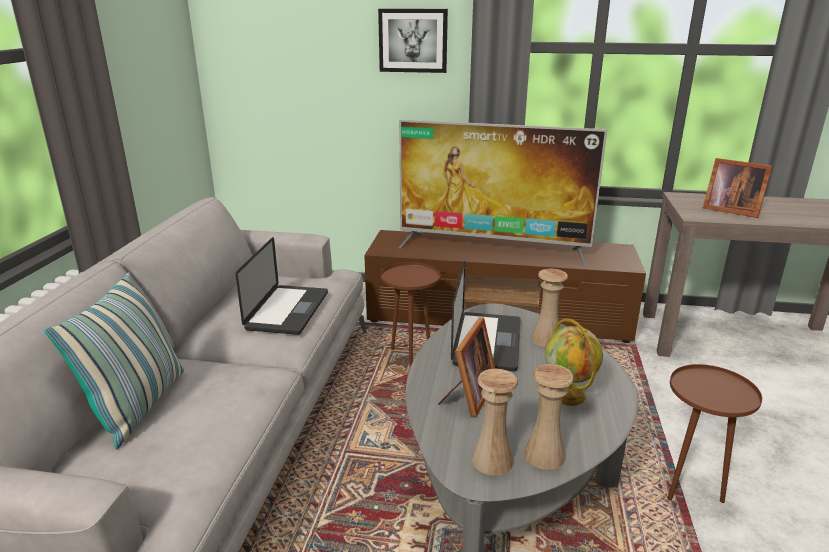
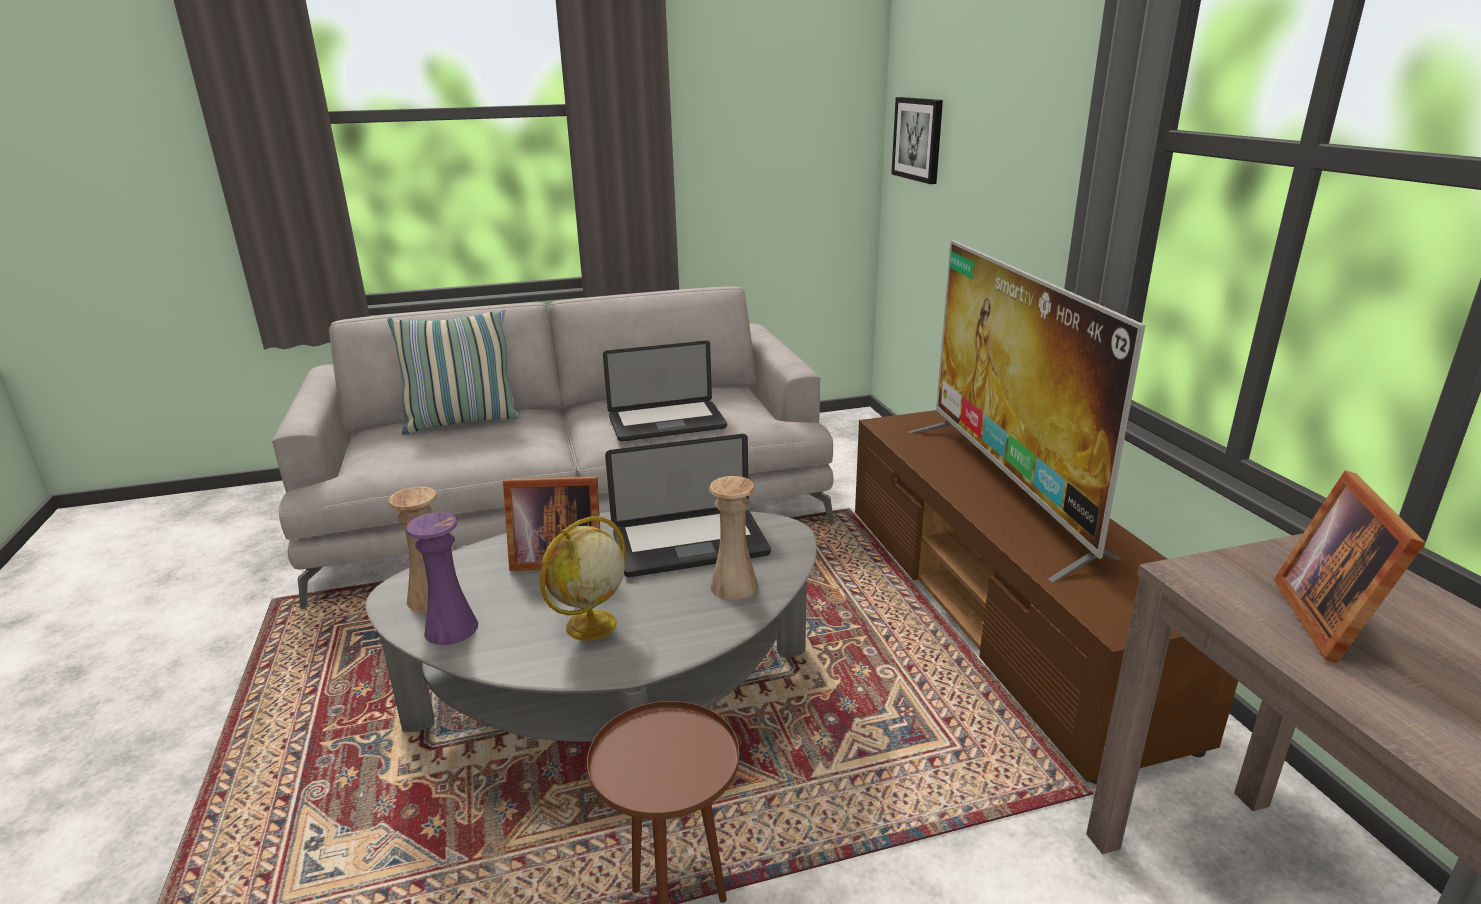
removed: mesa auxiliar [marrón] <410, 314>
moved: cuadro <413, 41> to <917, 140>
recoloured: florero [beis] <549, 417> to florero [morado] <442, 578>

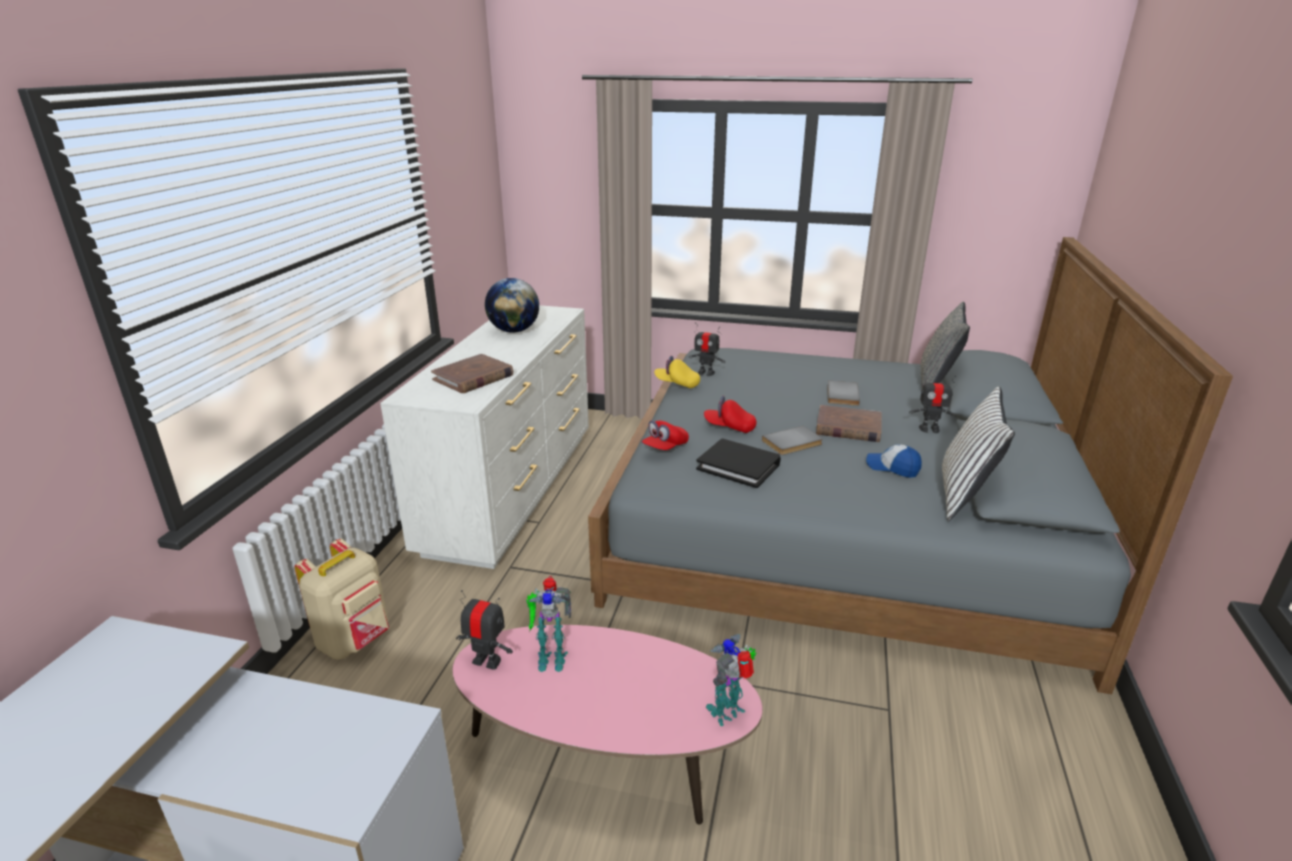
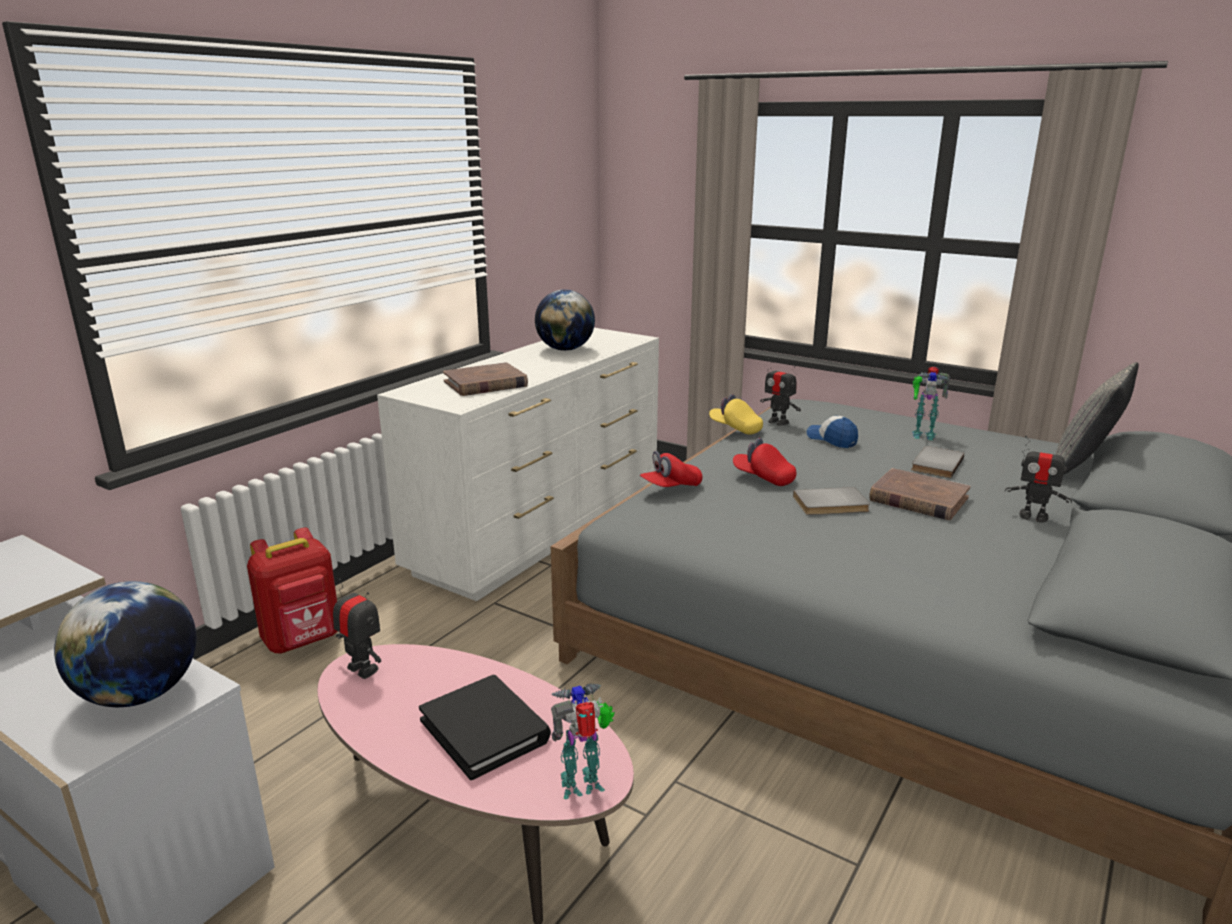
removed: cojín [blanco] <978, 453>
added: globo terráqueo <125, 644>
moved: libro [negro] <738, 463> to <485, 727>; gorra <894, 461> to <832, 432>; robot de juguete <548, 624> to <931, 403>
recoloured: mochila [beis] <341, 599> to mochila [rojo] <292, 591>

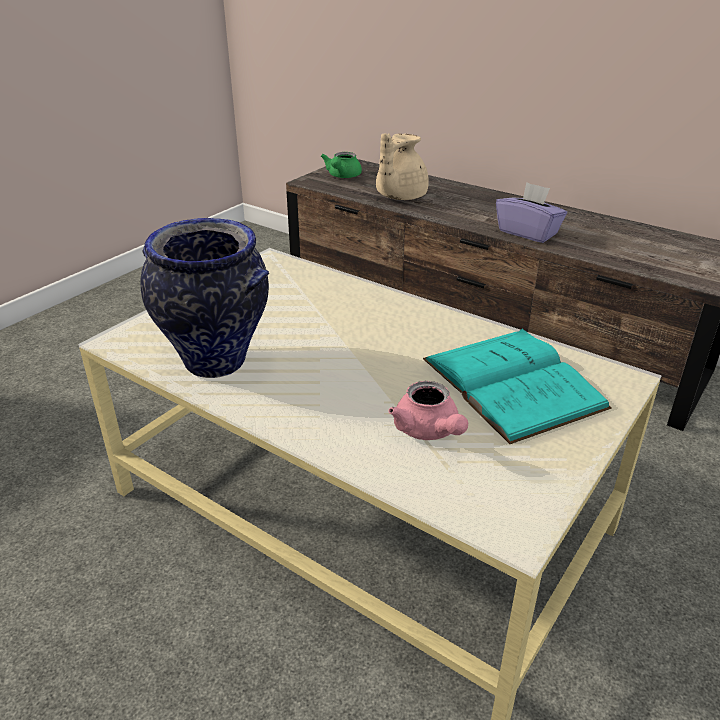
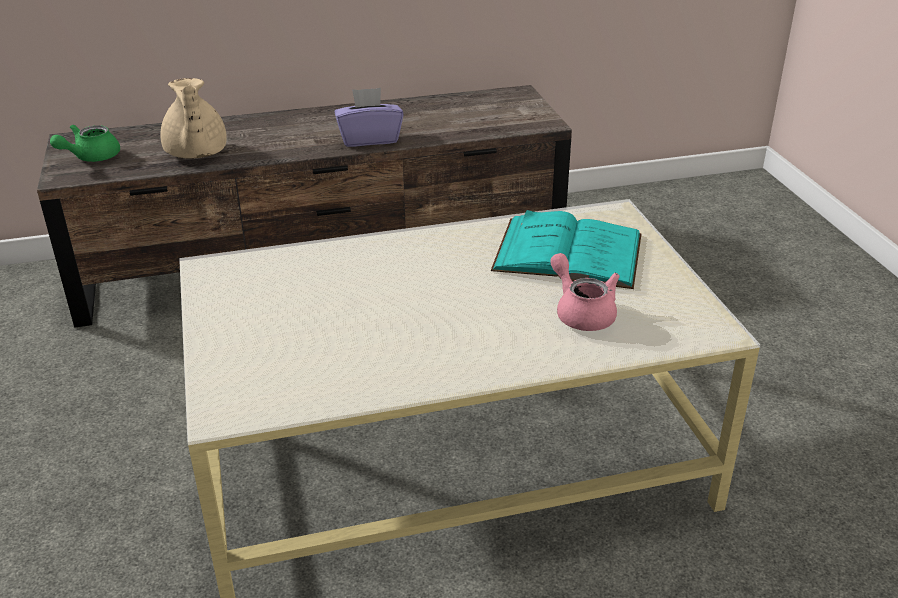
removed: florero <205, 298>
turned: tetera [verde] <341, 165> = <85, 143> 75 degrees clockwise; tetera [rosa] <428, 410> = <585, 292> 135 degrees counterclockwise

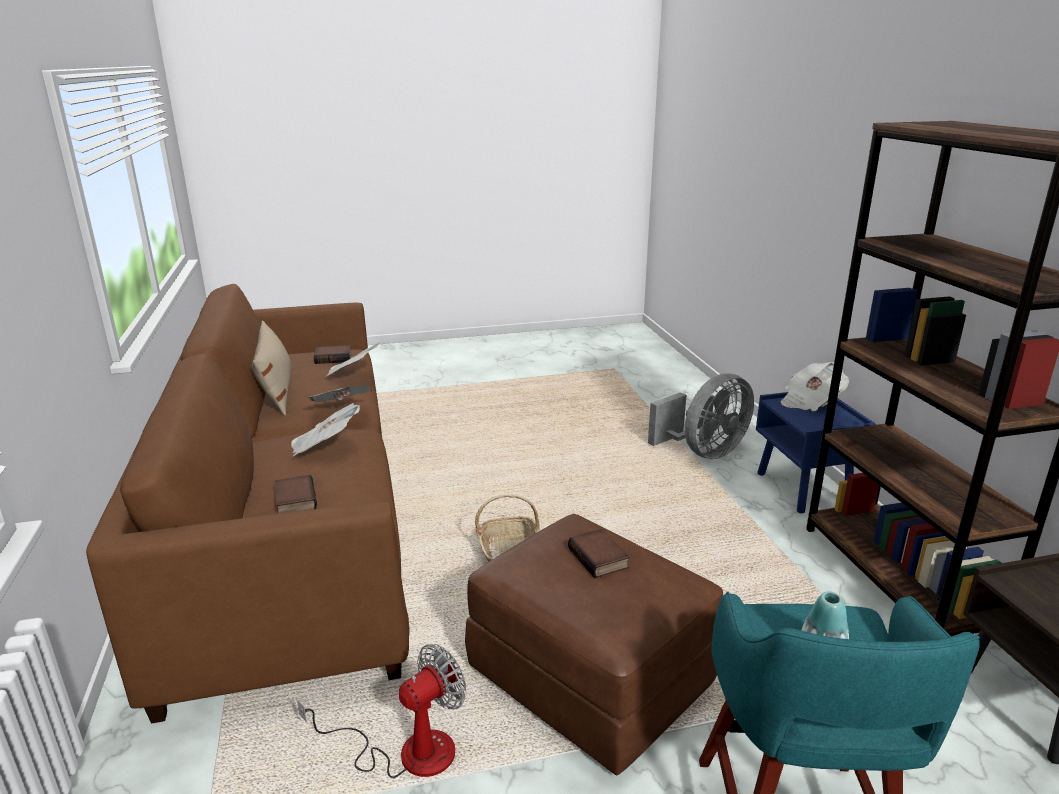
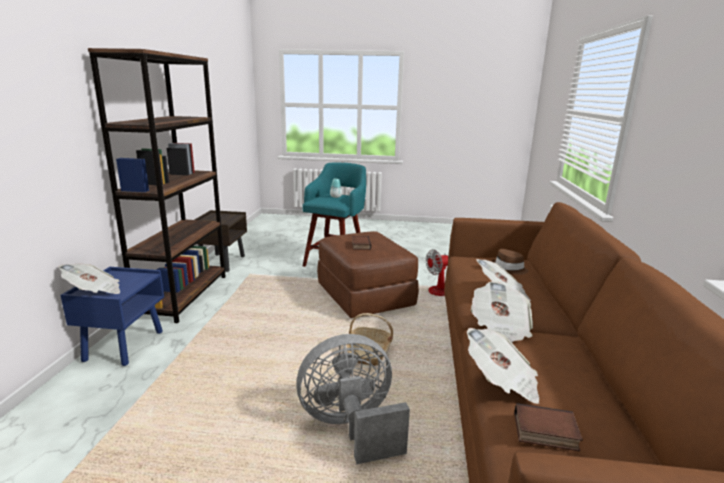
removed: cojín [beis] <271, 368>
moved: ventilador [gris] <701, 416> to <353, 399>
replaced: libro <296, 494> to sombrero [marrón] <510, 262>

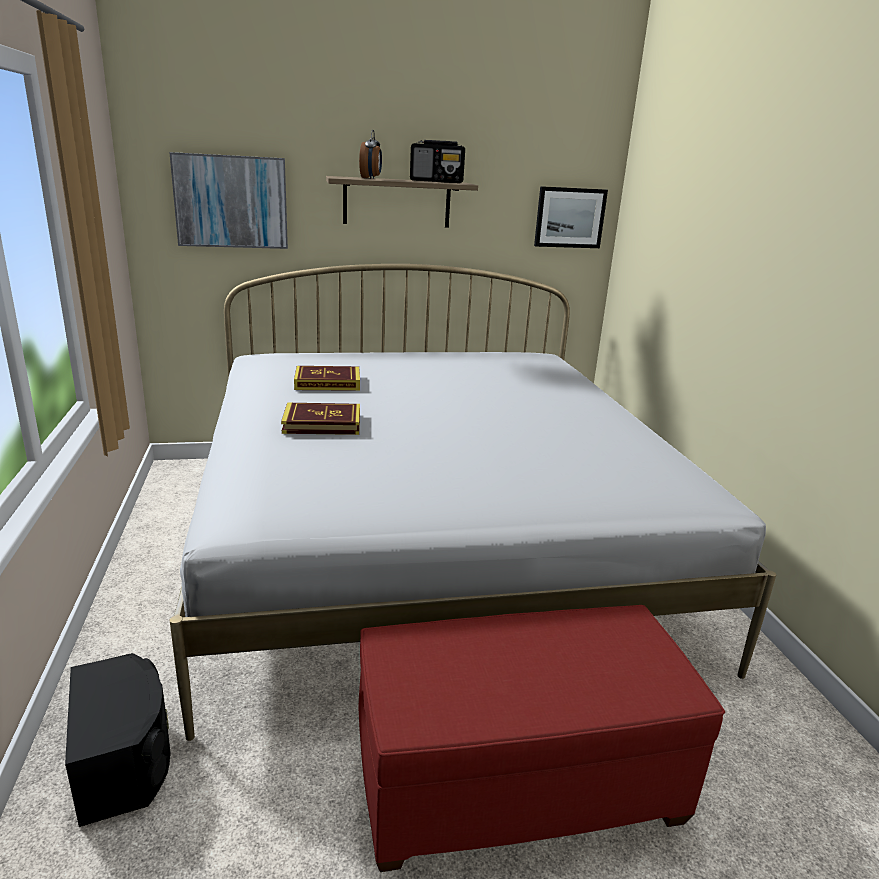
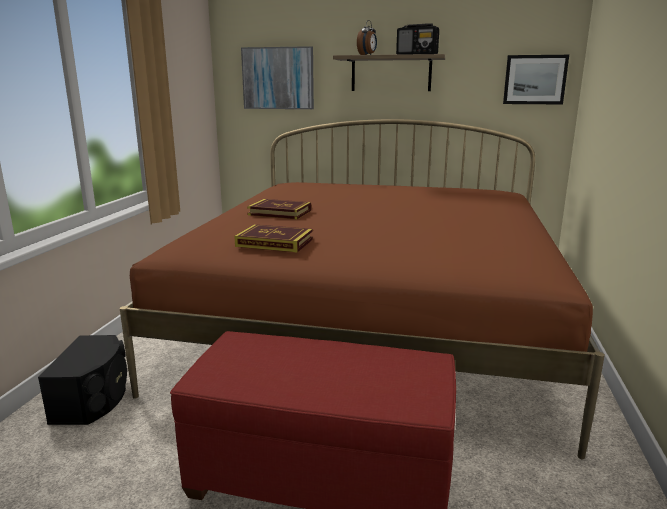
moved: libro <327, 378> to <273, 238>
recoloured: cama [blanco] <473, 502> to cama [marrón] <362, 289>

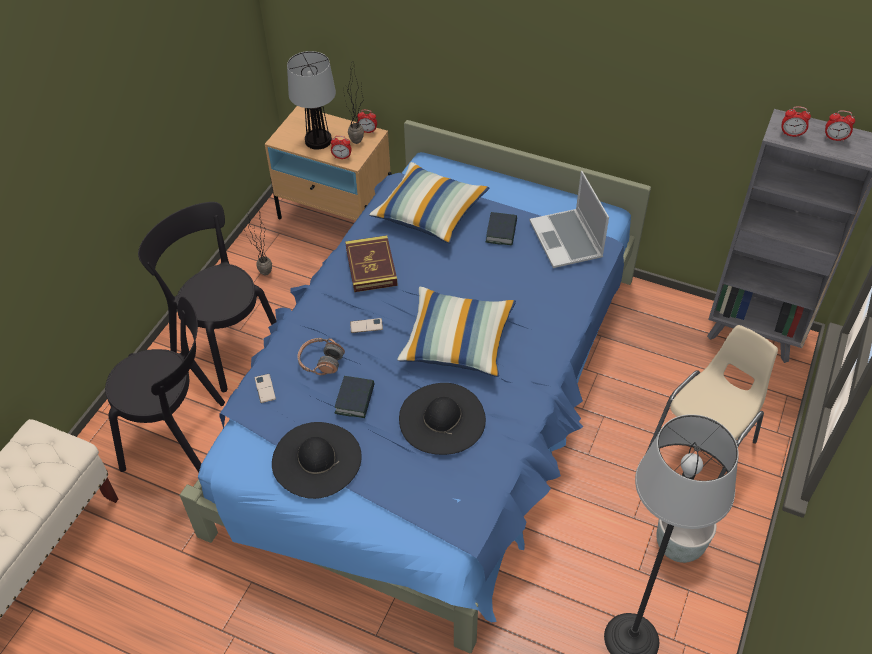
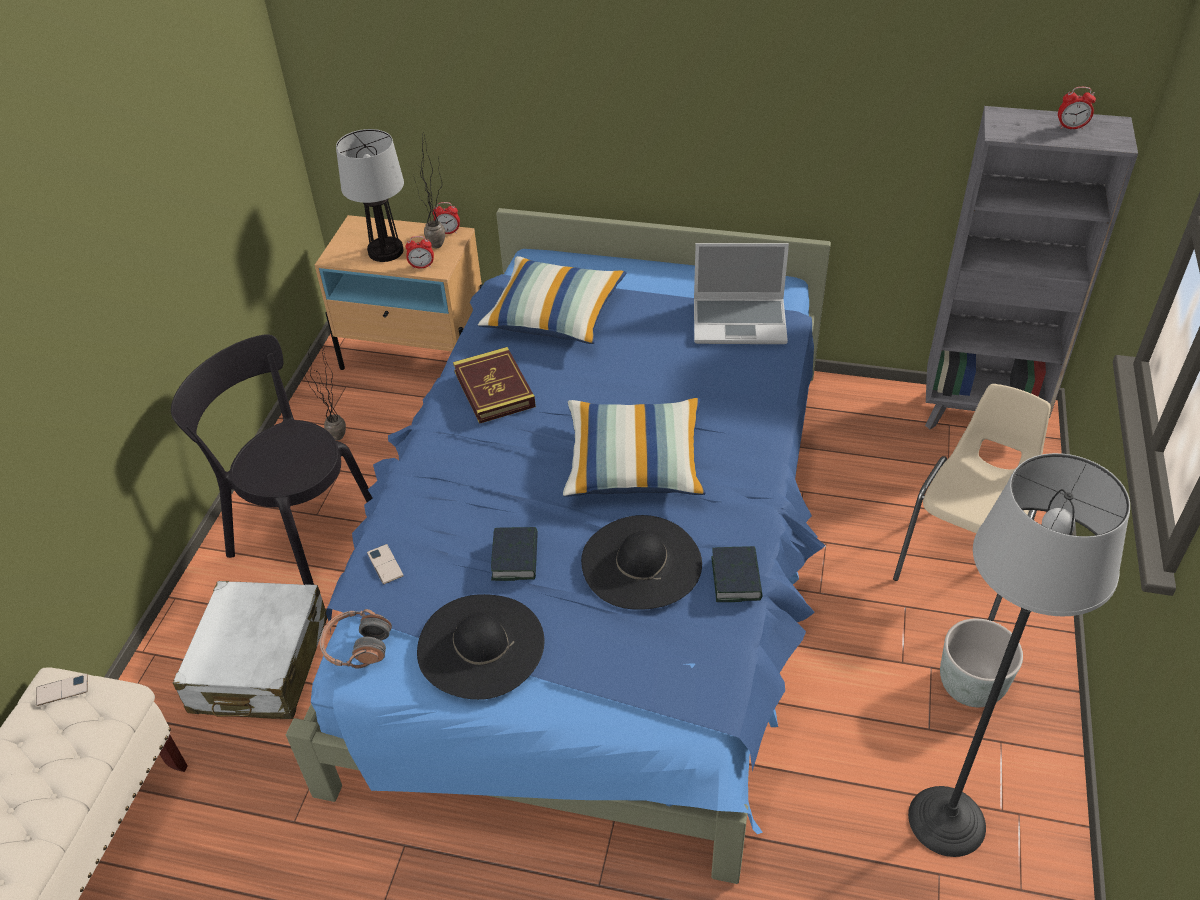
removed: despertador <796, 121>
moved: móvil <366, 325> to <62, 689>; auriculares <321, 356> to <356, 638>; libro <501, 229> to <737, 574>
replaced: silla [negro] <165, 385> to maleta [blanco] <250, 650>
turned: portátil <569, 219> = <741, 293> 60 degrees counterclockwise

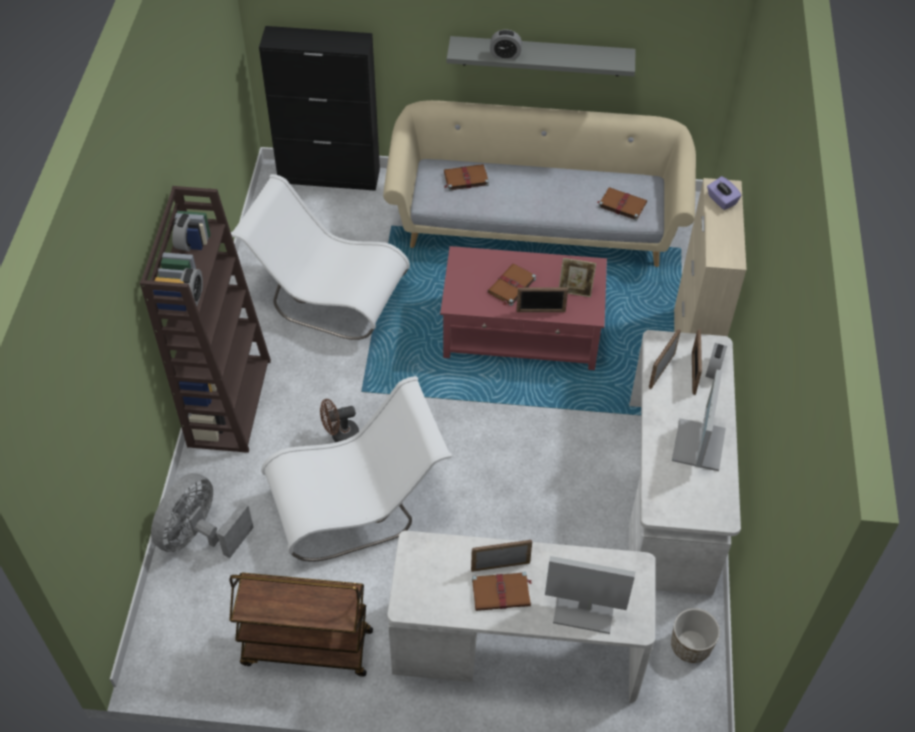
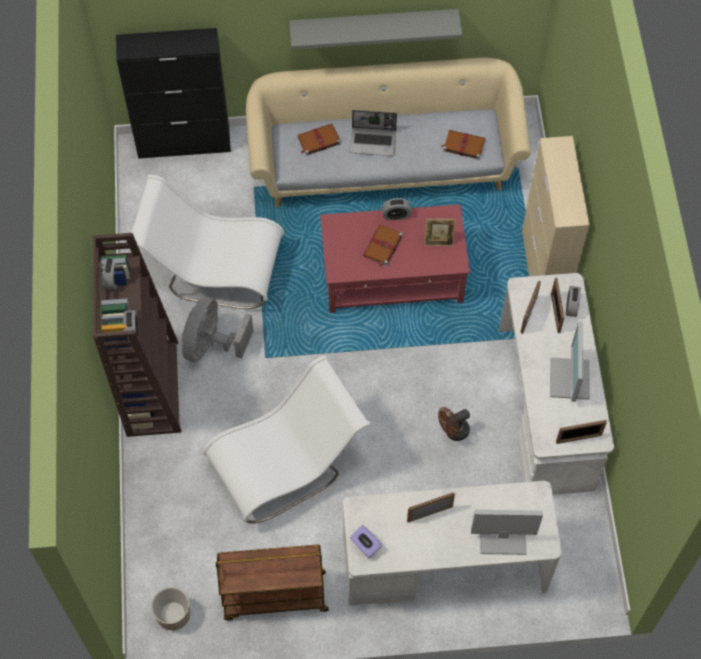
removed: libro [marrón] <502, 591>
added: portátil <373, 133>
moved: maceta <695, 635> to <170, 608>; ventilador [gris] <202, 515> to <218, 329>; caja de pañuelos [morado] <724, 193> to <366, 541>; despertador <506, 44> to <396, 209>; ventilador [marrón] <339, 420> to <454, 424>; portarretratos <542, 300> to <581, 432>

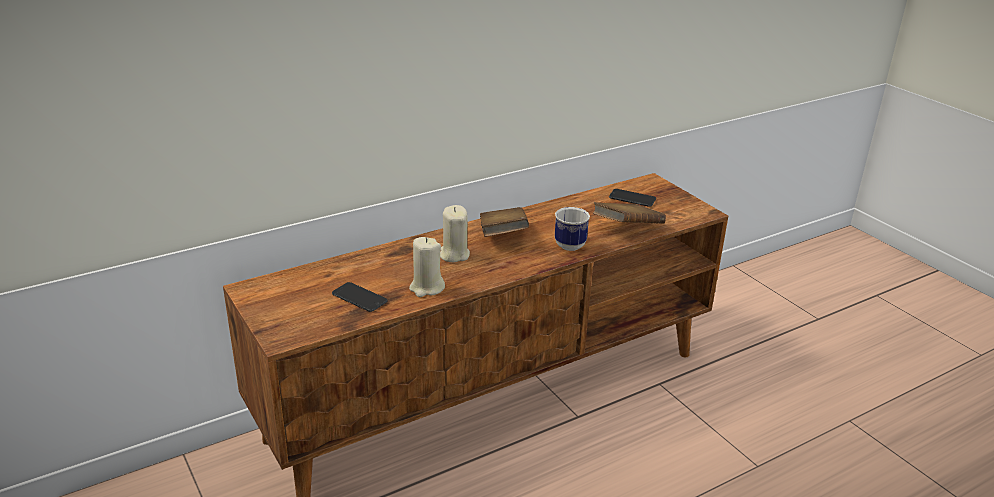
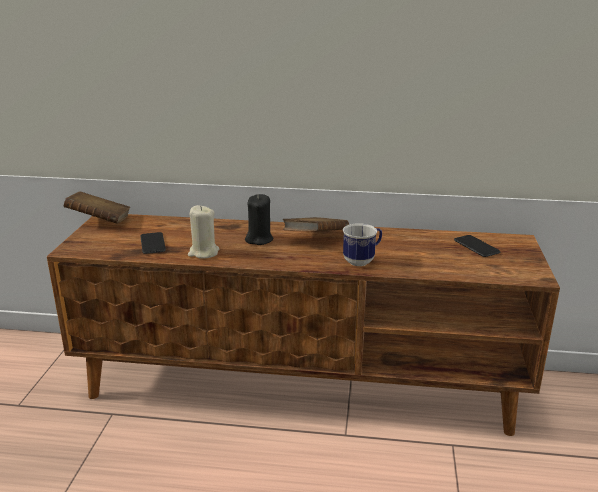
moved: libro [marrón] <629, 213> to <97, 207>
recoloured: vela [beis] <455, 234> to vela [negro] <259, 219>

